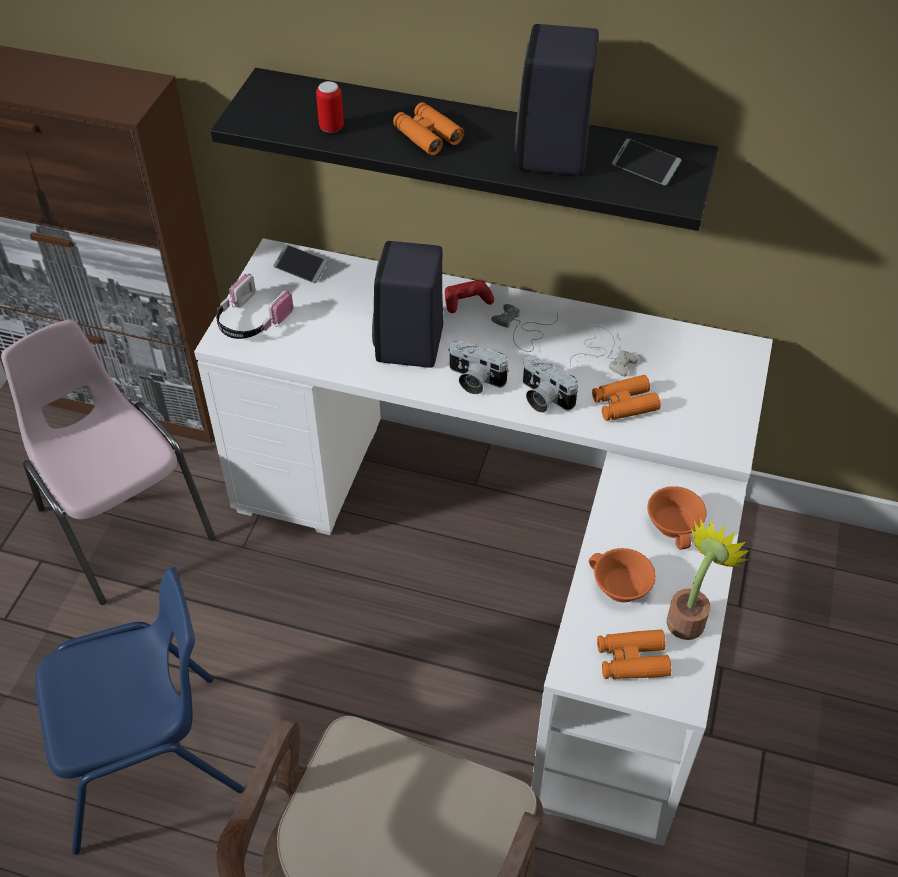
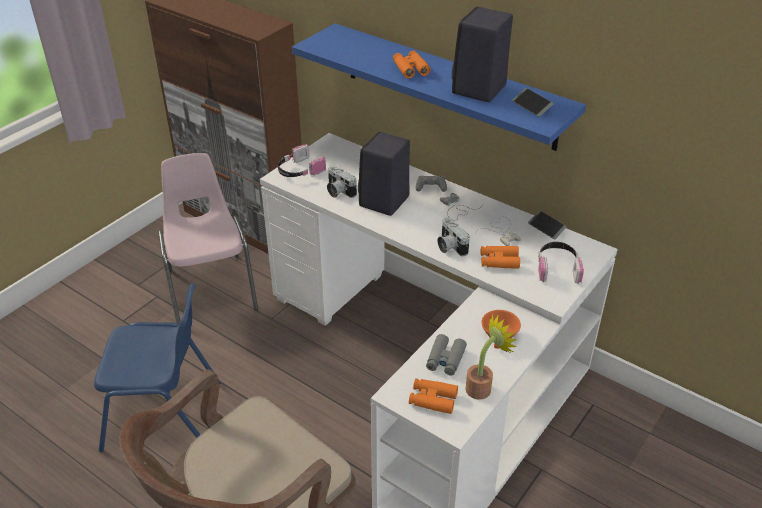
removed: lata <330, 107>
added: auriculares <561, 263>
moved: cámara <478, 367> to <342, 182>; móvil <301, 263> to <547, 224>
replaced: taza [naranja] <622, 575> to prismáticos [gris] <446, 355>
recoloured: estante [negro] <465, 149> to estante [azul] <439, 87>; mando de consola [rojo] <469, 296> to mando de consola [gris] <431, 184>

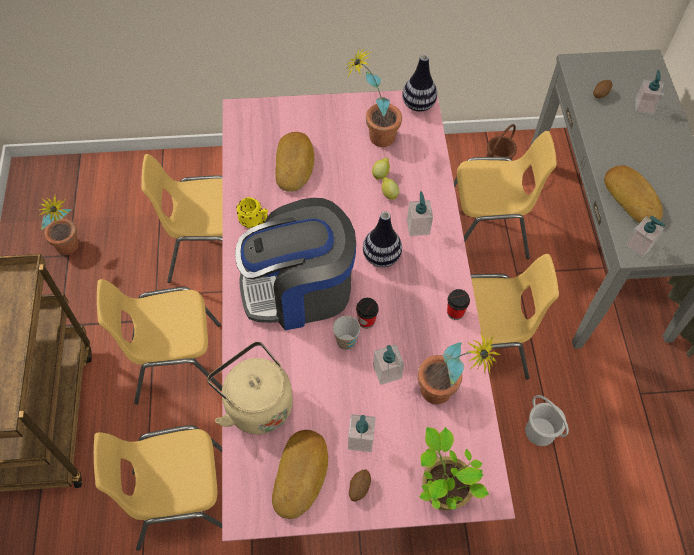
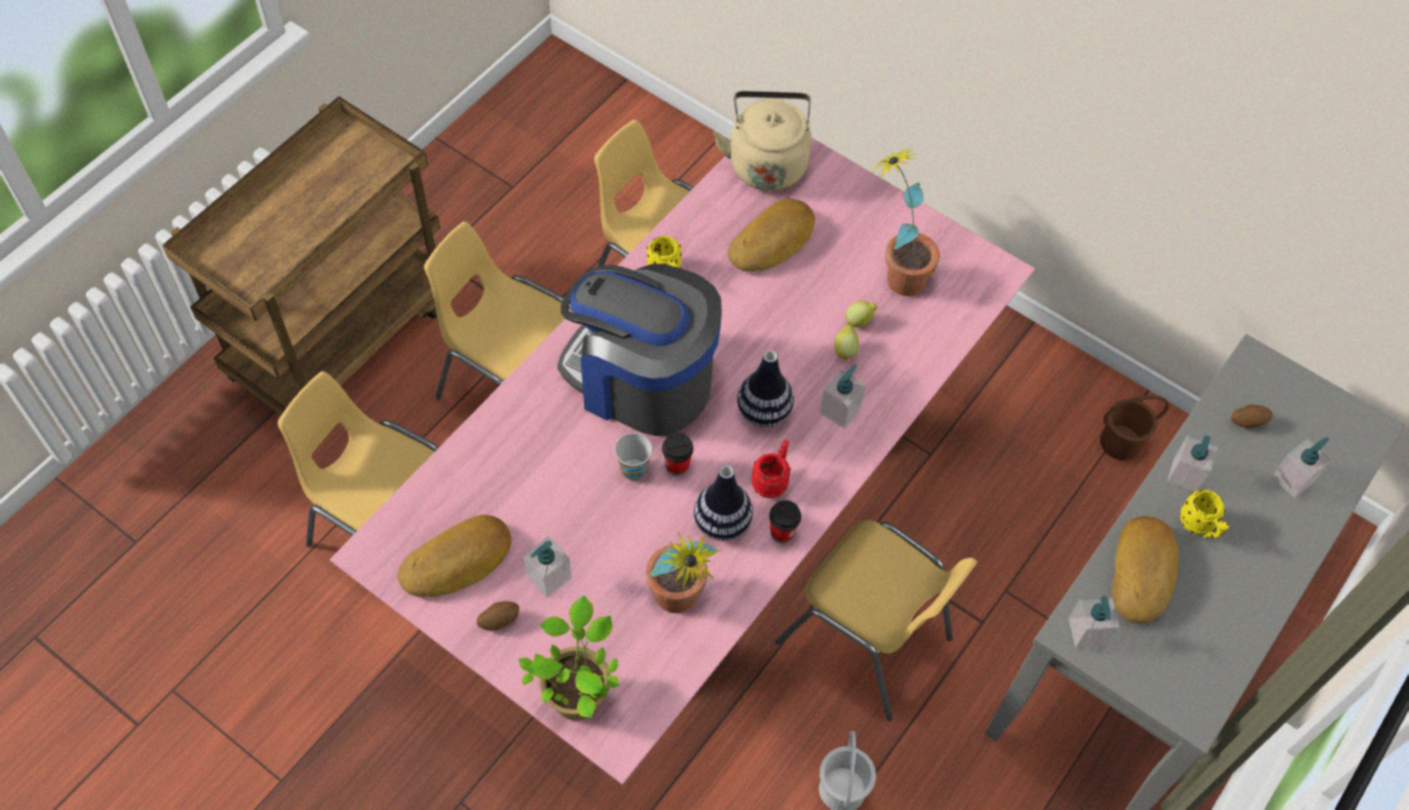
removed: planta en maceta <58, 225>; silla [amarillo] <505, 195>
added: taza grande [rojo] <771, 469>; taza grande [amarillo] <1204, 513>
moved: florero <419, 83> to <723, 503>; hervidor [beis] <250, 387> to <762, 141>; dispensador de jabón <388, 364> to <1192, 463>

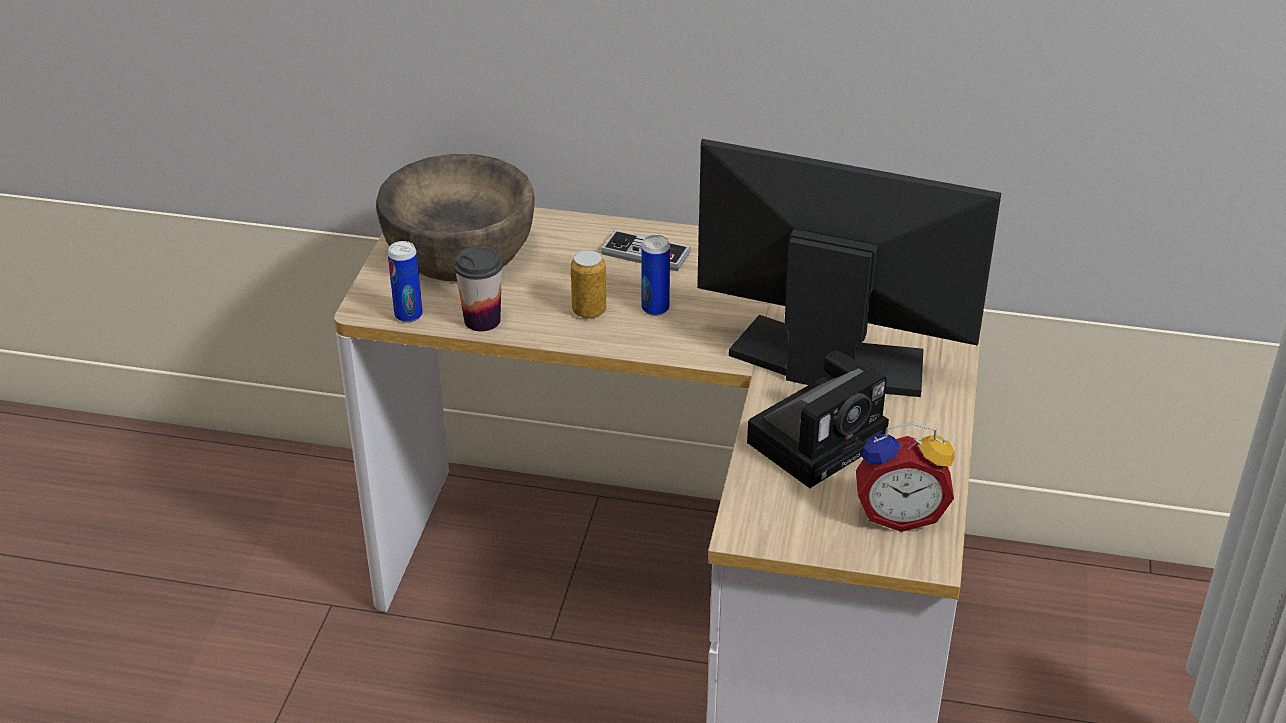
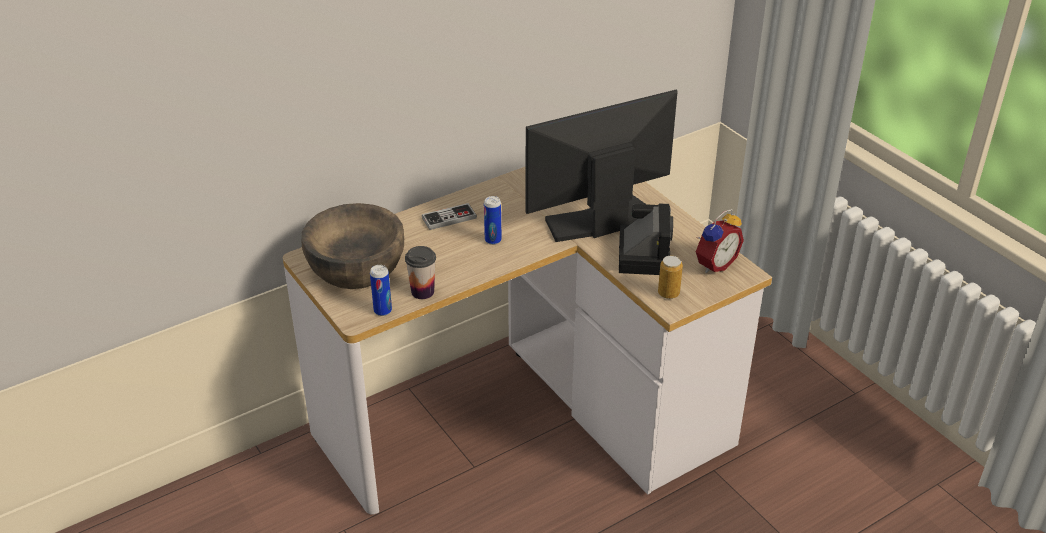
moved: lata <588, 284> to <670, 277>

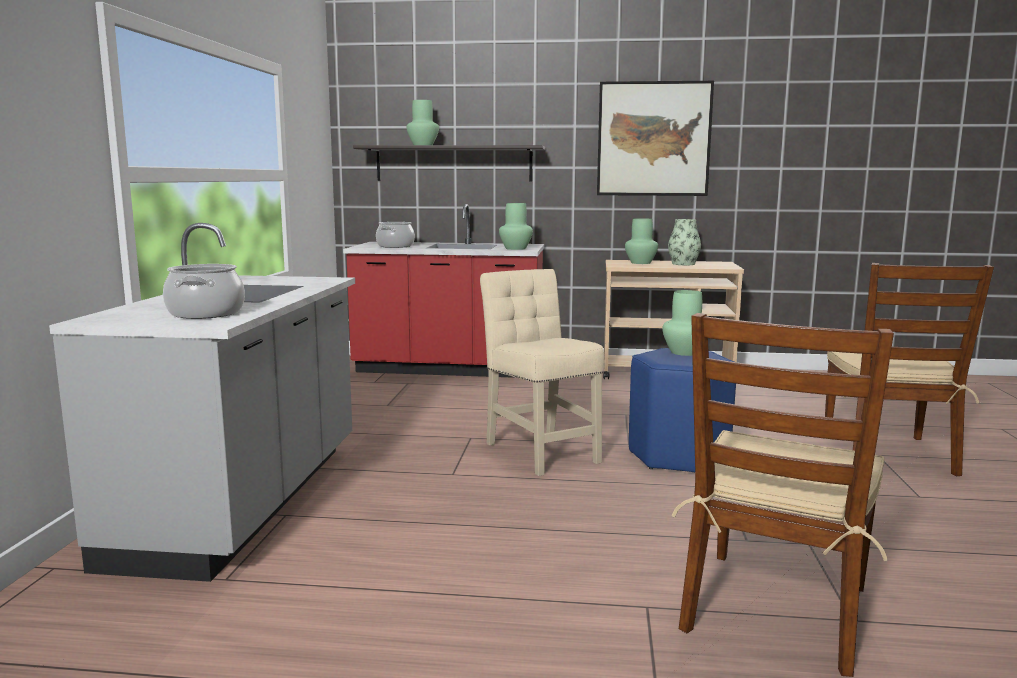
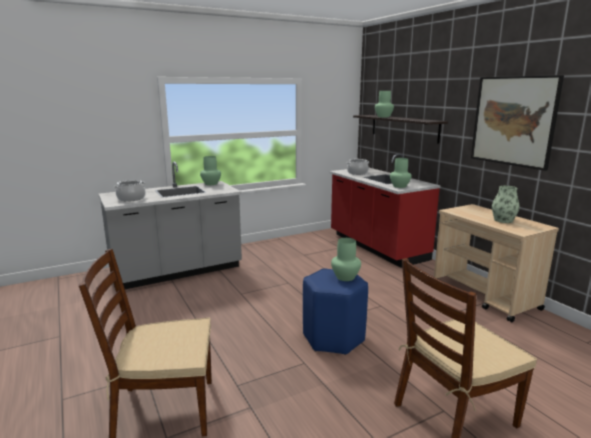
removed: silla [beis] <542, 372>
moved: florero [verde] <641, 241> to <210, 170>

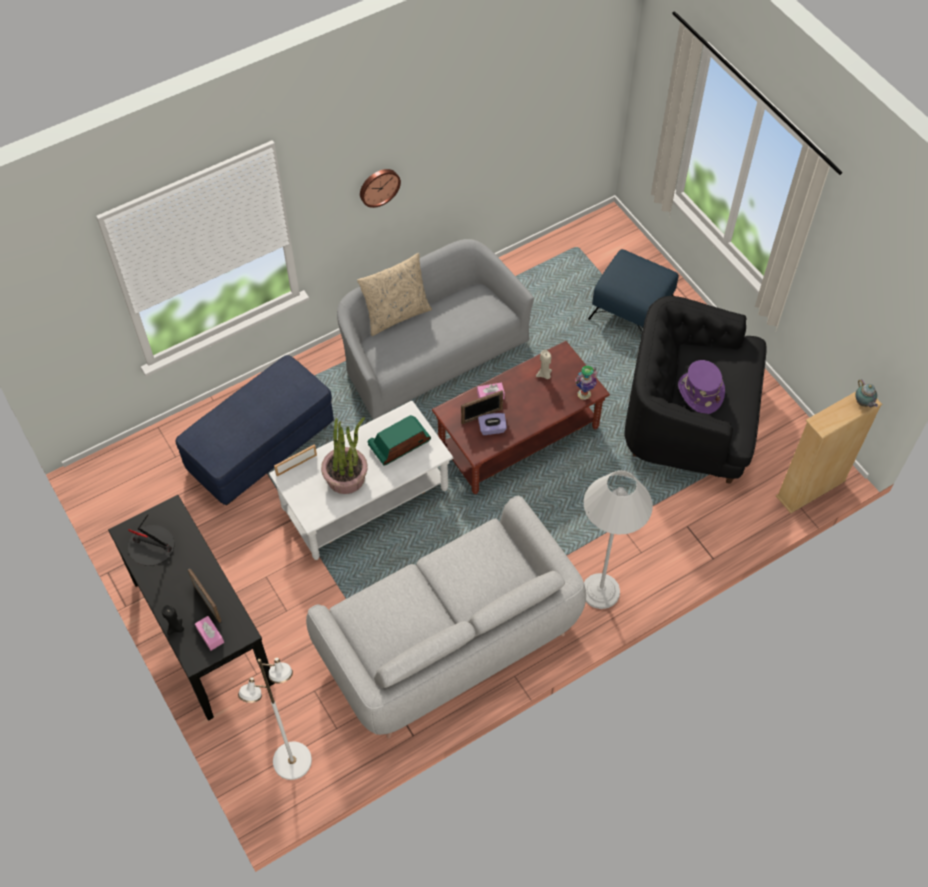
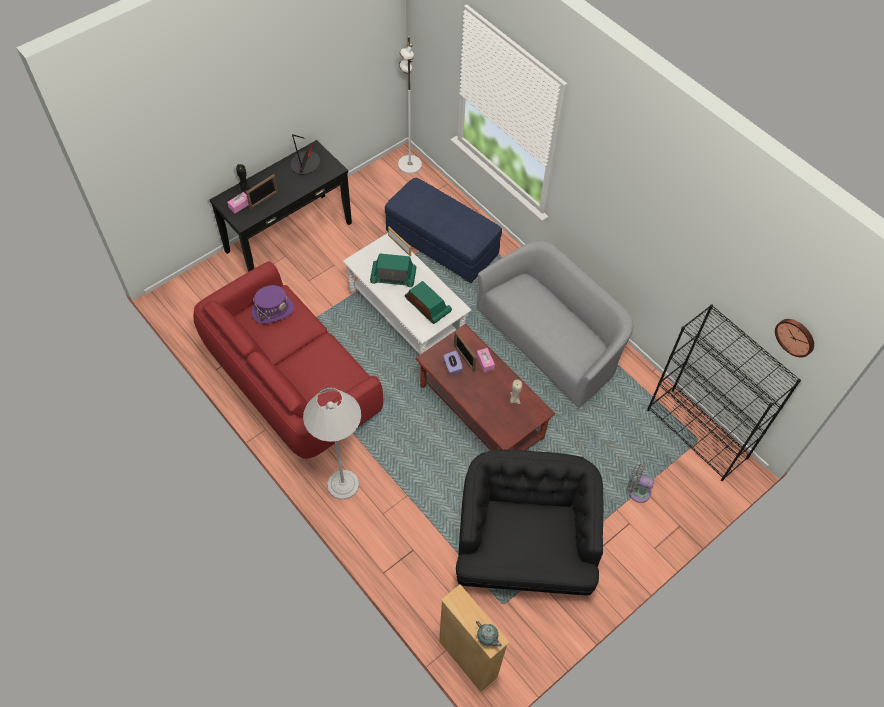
removed: cojín [beis] <394, 294>; florero <586, 382>
added: estantería [negro] <724, 392>
moved: sombrero [morado] <701, 387> to <273, 304>; lámpara de pie [blanco] <275, 718> to <410, 105>; reloj de pared <380, 188> to <794, 338>
replaced: planta en maceta <344, 455> to radio <393, 270>; puf [azul] <633, 290> to ventilador [gris] <640, 483>
recoloured: sofá [gris] <446, 617> to sofá [rojo] <288, 361>
turned: tetera <866, 393> = <489, 634> 105 degrees counterclockwise

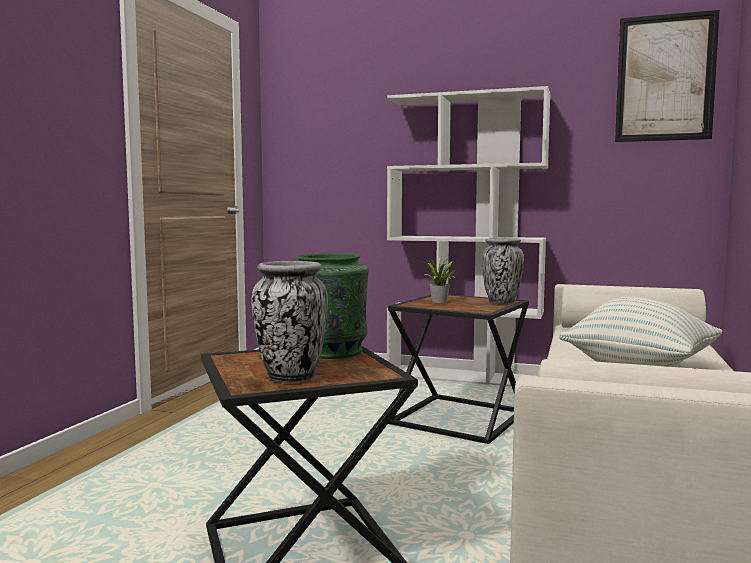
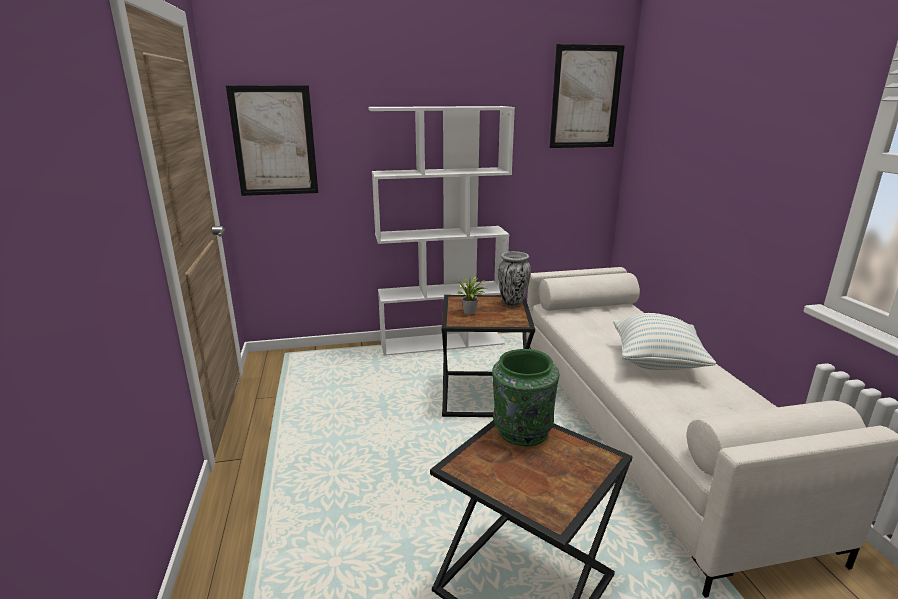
removed: florero <289, 322>
added: cuadro <272, 140>

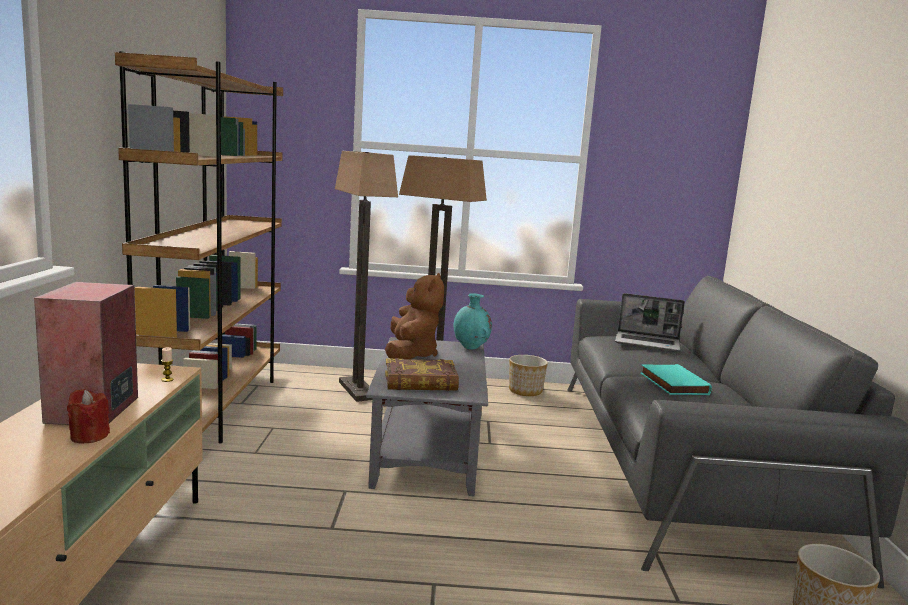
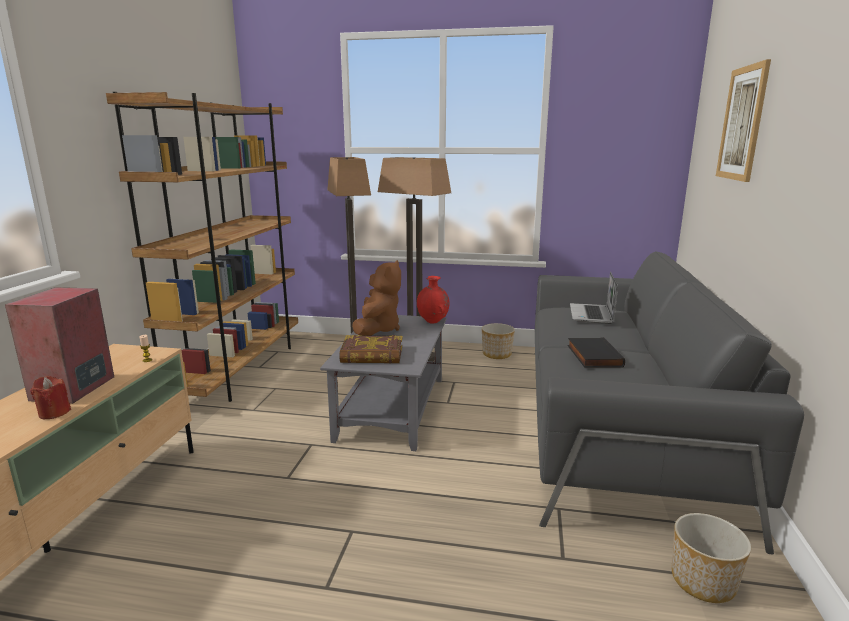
added: cuadro <743, 120>
recoloured: florero [turquesa] <473, 321> to florero [rojo] <433, 300>; libro [turquesa] <676, 379> to libro [negro] <596, 352>
turned: portátil <650, 322> = <594, 298> 75 degrees clockwise

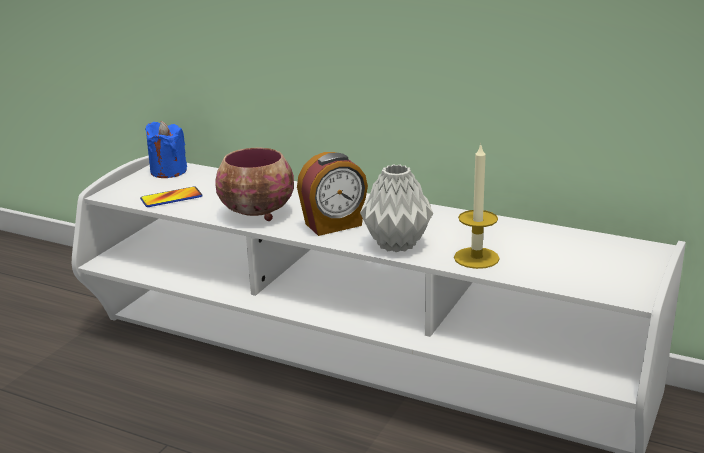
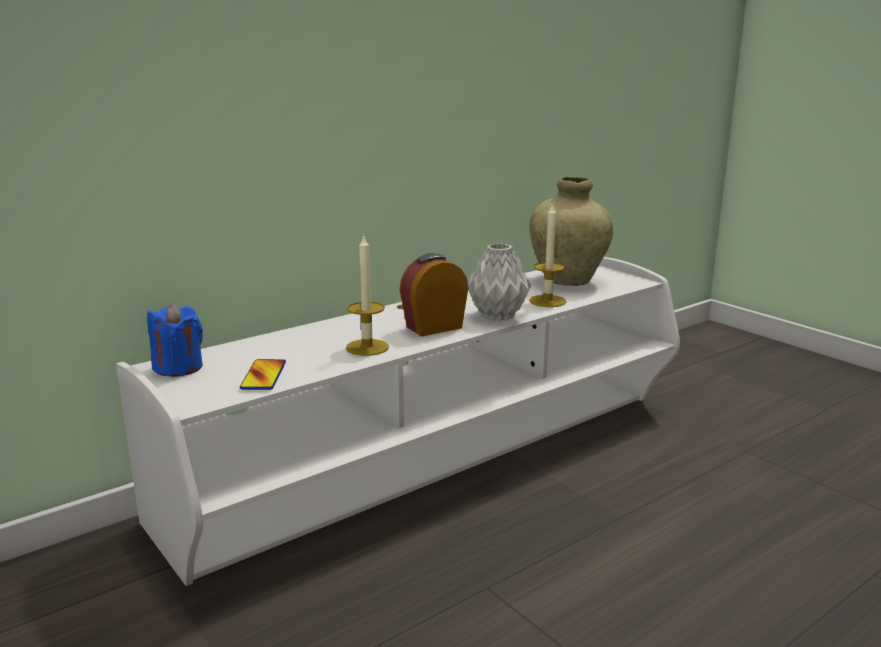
added: florero [beis] <571, 231>
replaced: cuenco <254, 184> to vela <367, 295>
turned: despertador <332, 194> = <433, 294> 120 degrees counterclockwise

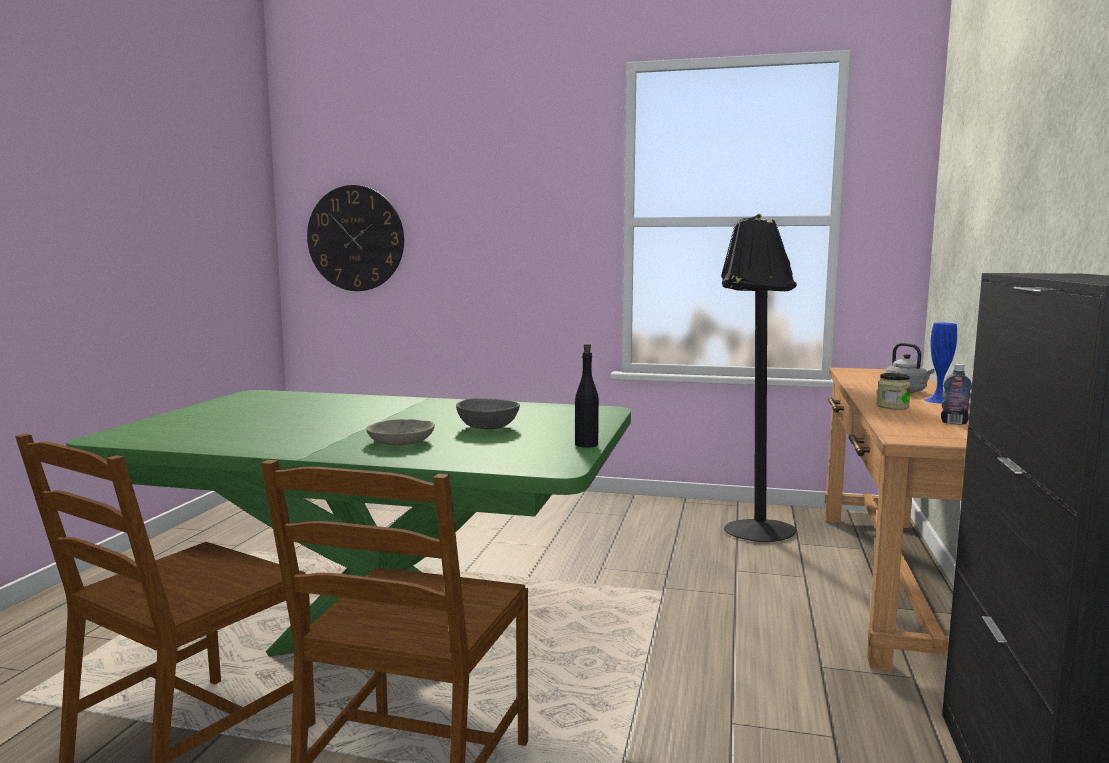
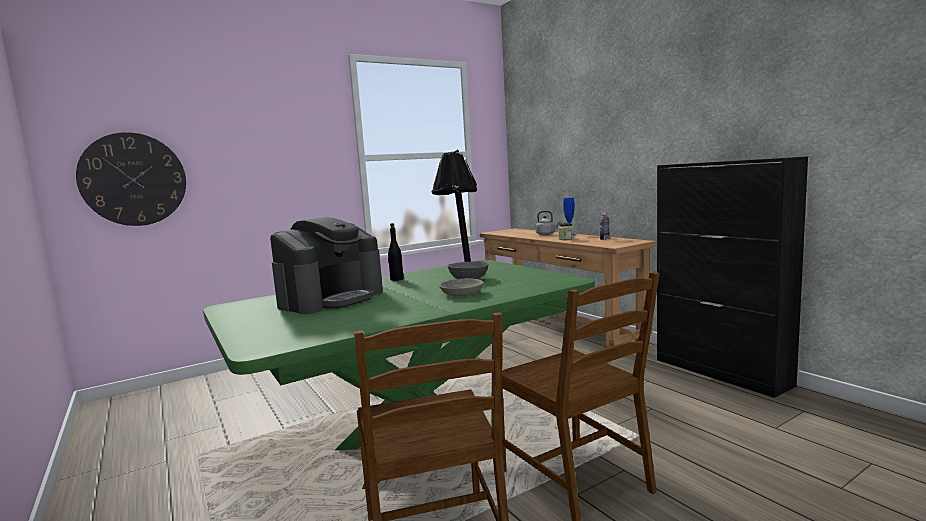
added: cafetera <326, 265>
moved: botella [negro] <587, 396> to <396, 252>

